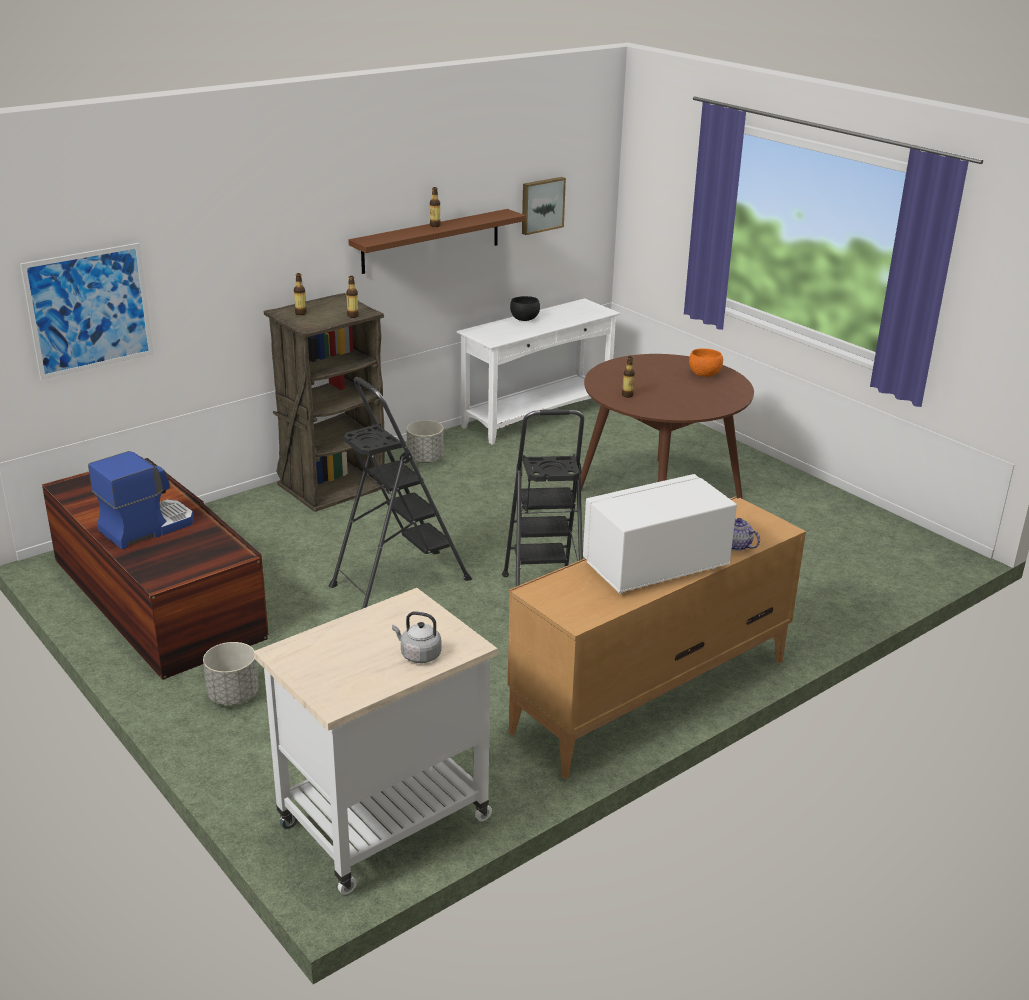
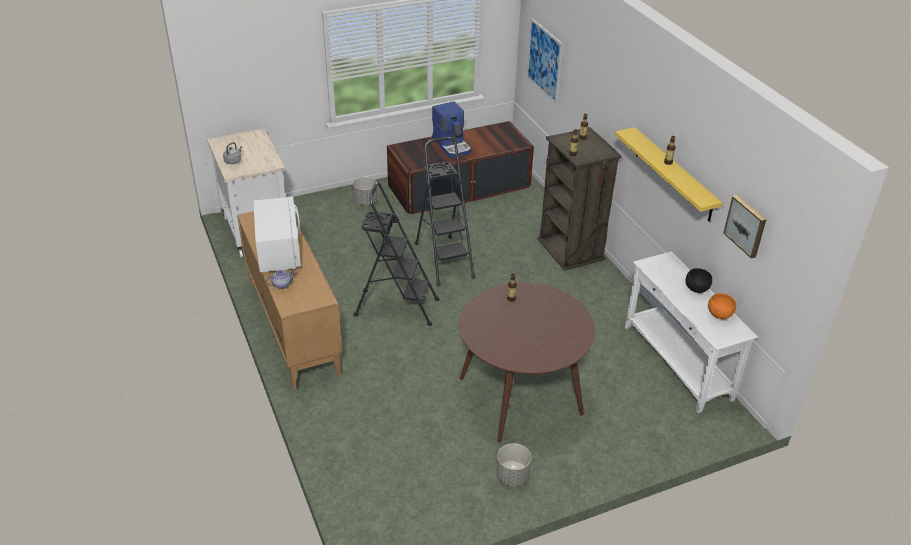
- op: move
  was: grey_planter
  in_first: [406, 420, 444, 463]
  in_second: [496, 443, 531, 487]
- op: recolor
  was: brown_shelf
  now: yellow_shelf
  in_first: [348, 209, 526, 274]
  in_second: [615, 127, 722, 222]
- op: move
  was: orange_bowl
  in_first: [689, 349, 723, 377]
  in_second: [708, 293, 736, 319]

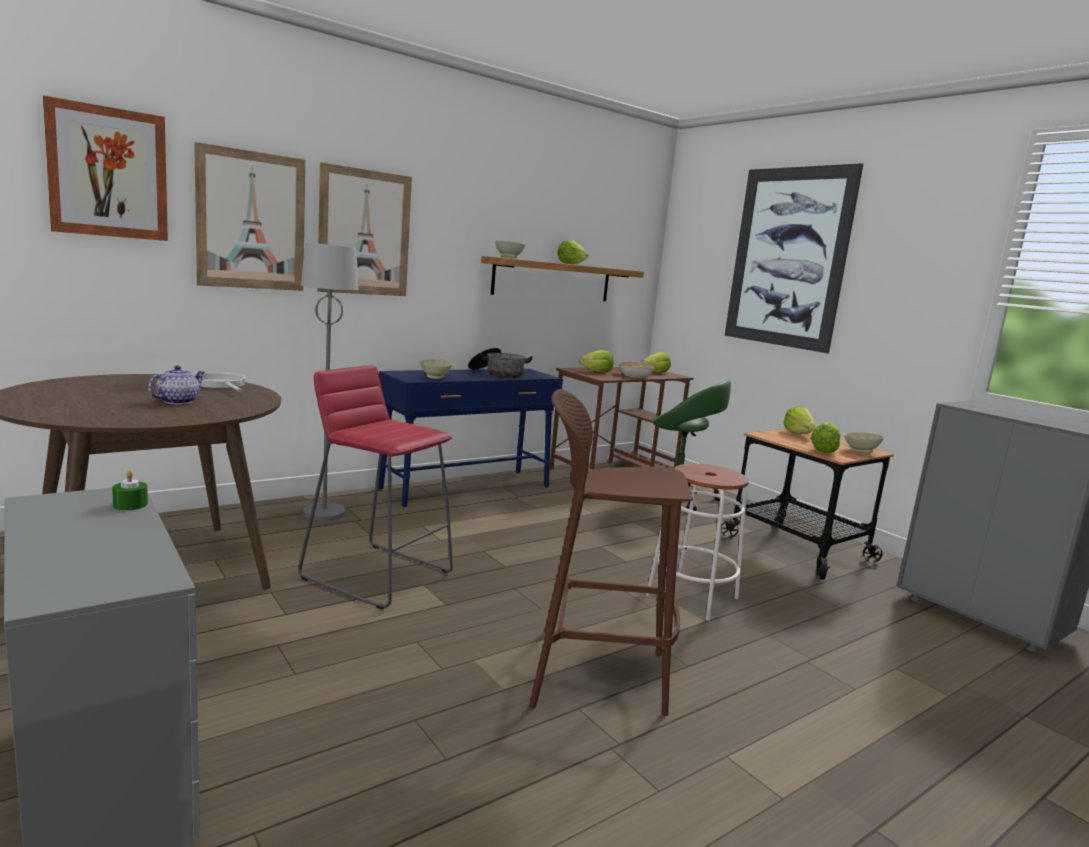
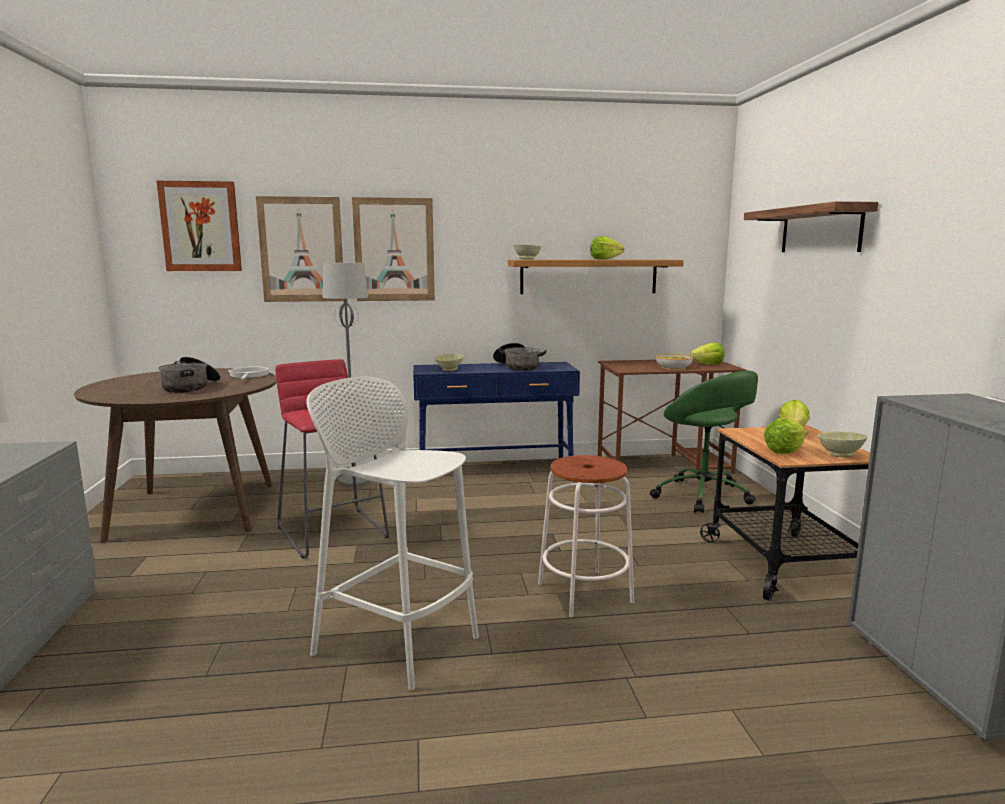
- op: replace
  was: teapot
  now: cooking_pot
  in_first: [148, 365, 205, 404]
  in_second: [158, 357, 221, 393]
- op: recolor
  was: brown_stool
  now: white_stool
  in_first: [529, 389, 693, 716]
  in_second: [306, 377, 479, 690]
- op: replace
  was: picture
  now: shelf
  in_first: [725, 163, 863, 353]
  in_second: [744, 201, 879, 252]
- op: delete
  was: green_candle
  in_first: [112, 470, 148, 510]
- op: delete
  was: lettuce
  in_first: [579, 350, 614, 372]

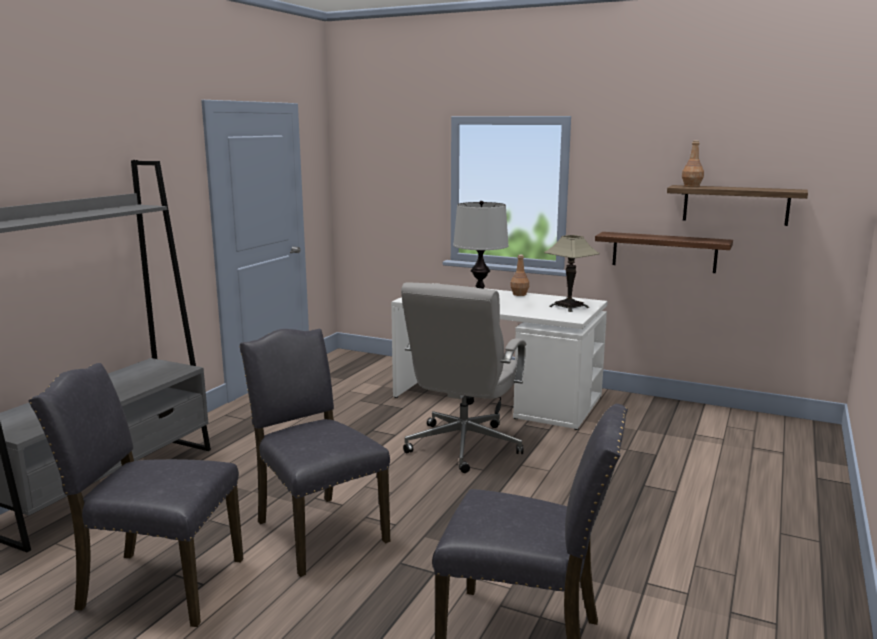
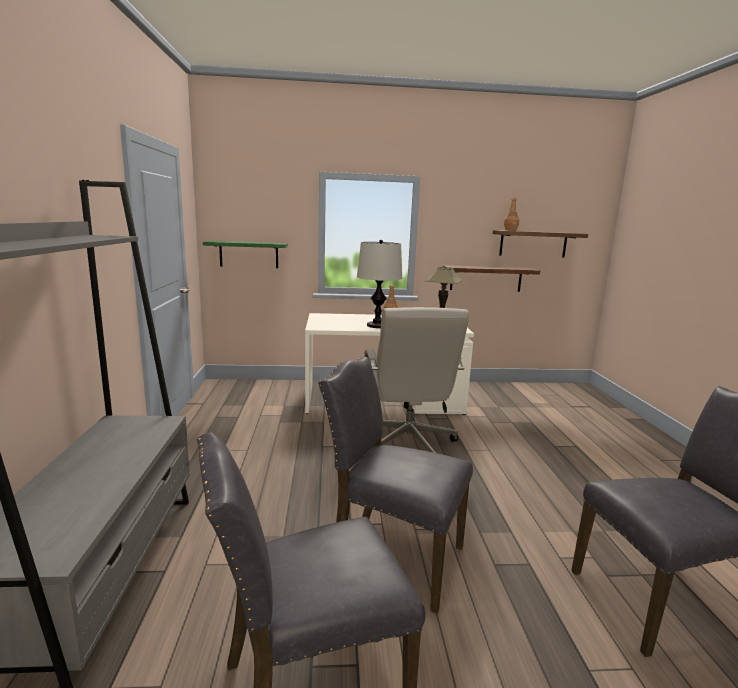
- op: insert
  now: green_shelf
  in_second: [203, 241, 288, 268]

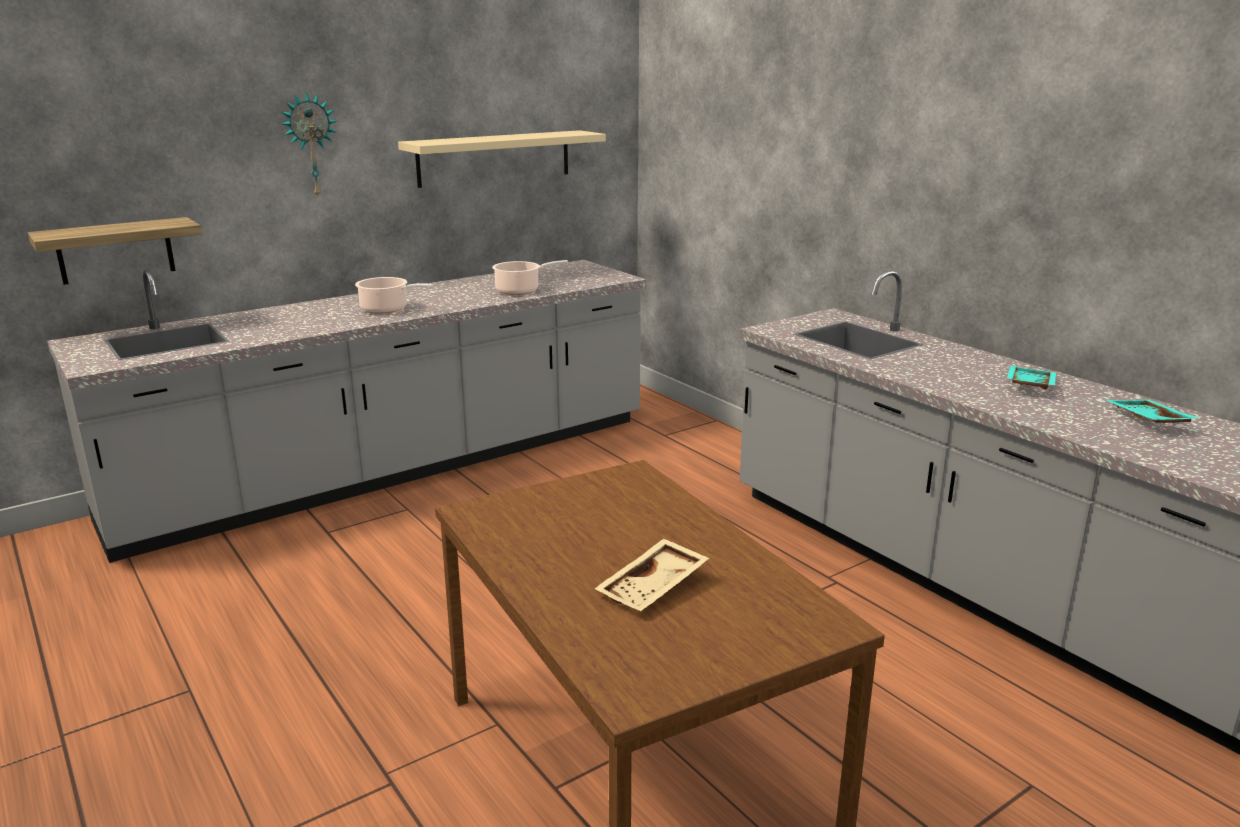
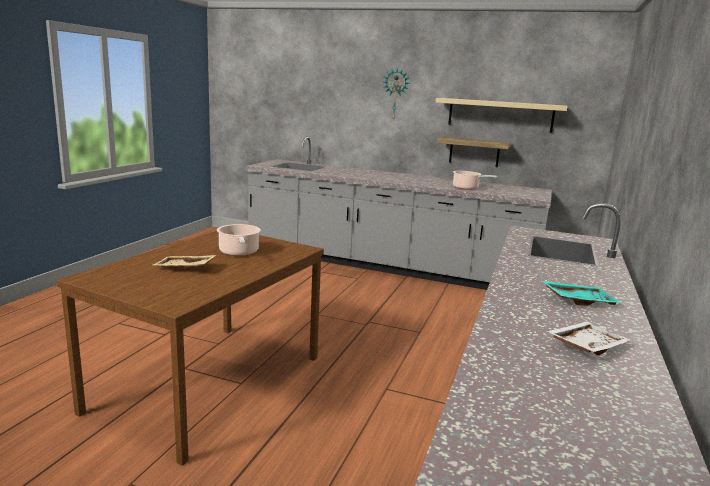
- op: move
  was: cooking_pot
  in_first: [355, 277, 433, 314]
  in_second: [217, 224, 261, 256]
- op: move
  was: shelf
  in_first: [28, 217, 202, 285]
  in_second: [437, 137, 511, 167]
- op: recolor
  was: turquoise_tray
  now: white_tray
  in_first: [1107, 400, 1201, 423]
  in_second: [546, 321, 632, 355]

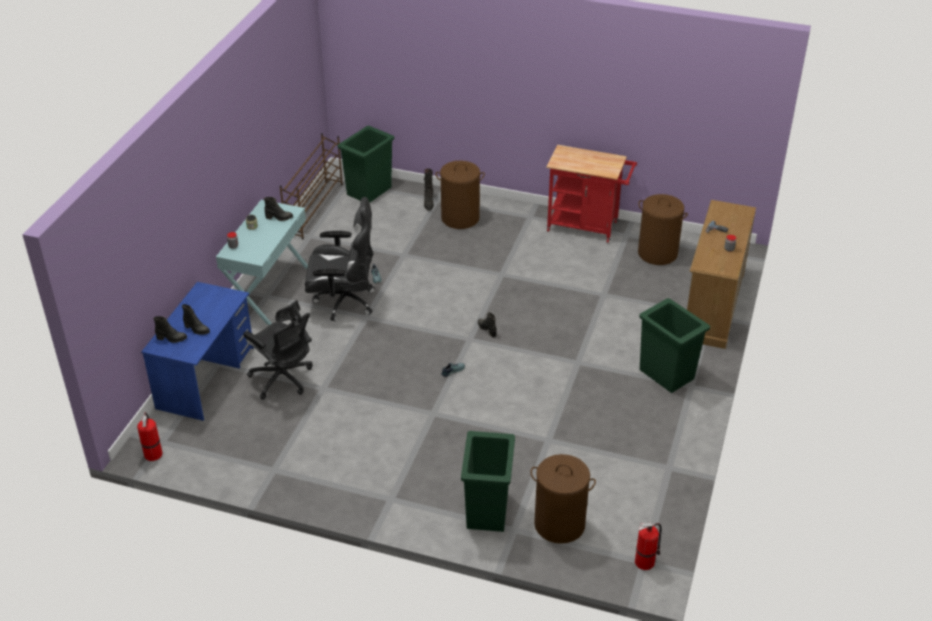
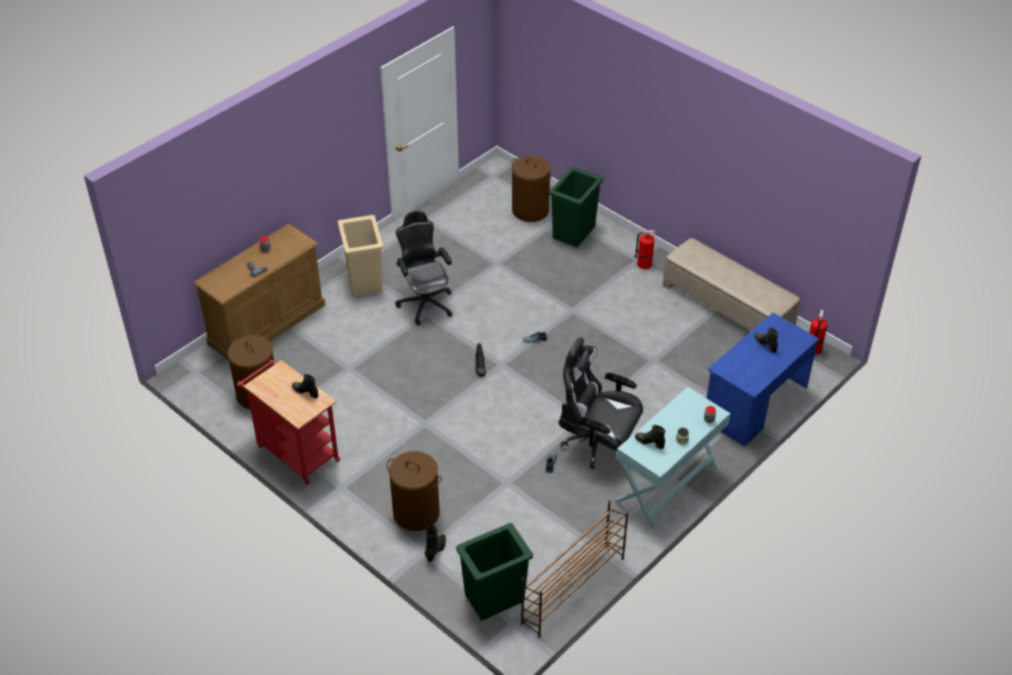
- op: move
  was: black_boot
  in_first: [153, 316, 187, 343]
  in_second: [292, 374, 318, 399]
- op: recolor
  was: green_trash_can
  now: beige_trash_can
  in_first: [639, 298, 710, 393]
  in_second: [338, 215, 383, 296]
- op: move
  was: office_chair
  in_first: [243, 300, 313, 400]
  in_second: [395, 210, 452, 325]
- op: move
  was: fire_extinguisher
  in_first: [635, 523, 662, 570]
  in_second: [634, 230, 656, 269]
- op: insert
  now: beige_bench
  in_second: [663, 238, 800, 331]

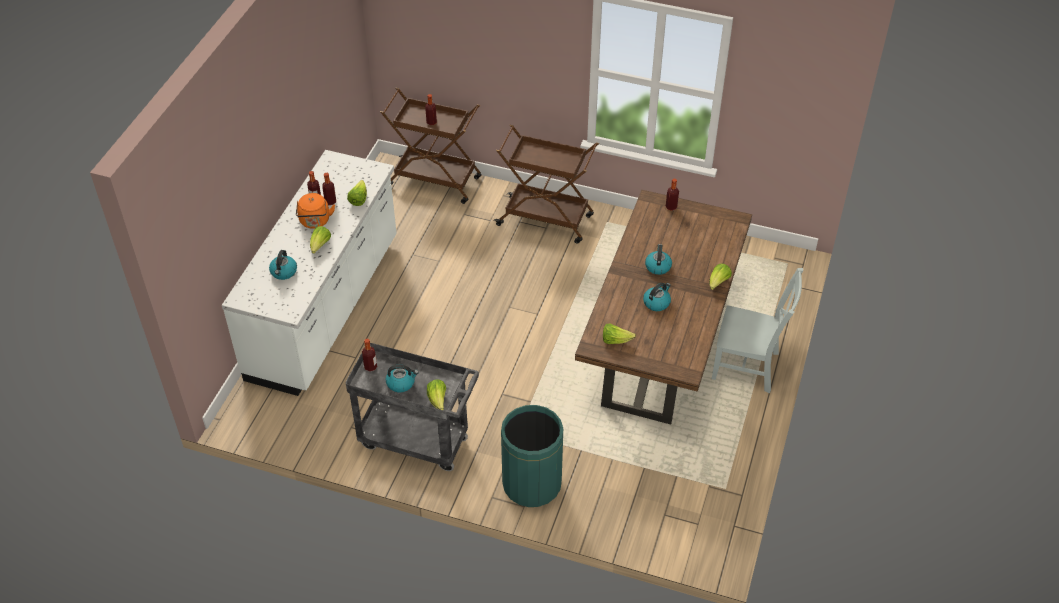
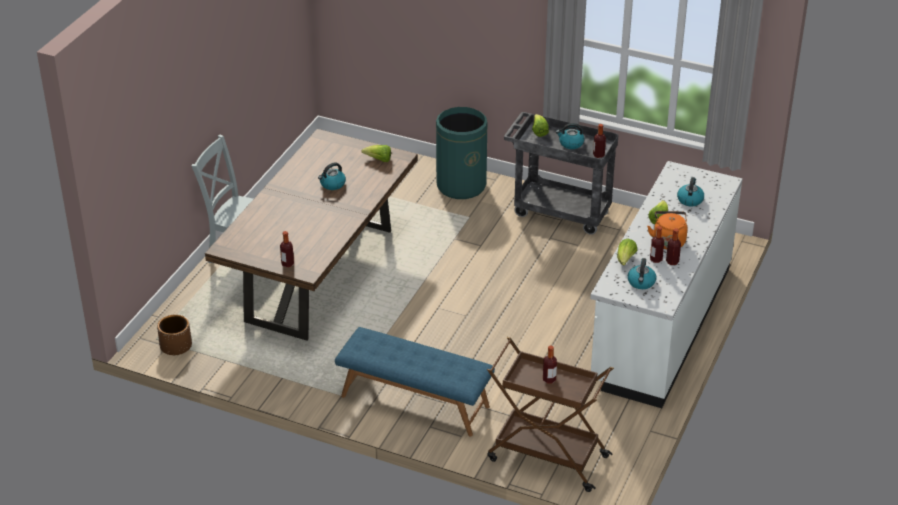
- op: insert
  now: brown_planter
  in_second: [157, 315, 192, 355]
- op: replace
  was: brown_cart
  now: blue_bench
  in_first: [494, 125, 599, 244]
  in_second: [335, 327, 495, 436]
- op: move
  was: kettle
  in_first: [645, 244, 672, 275]
  in_second: [628, 258, 656, 289]
- op: delete
  was: lettuce
  in_first: [709, 264, 732, 290]

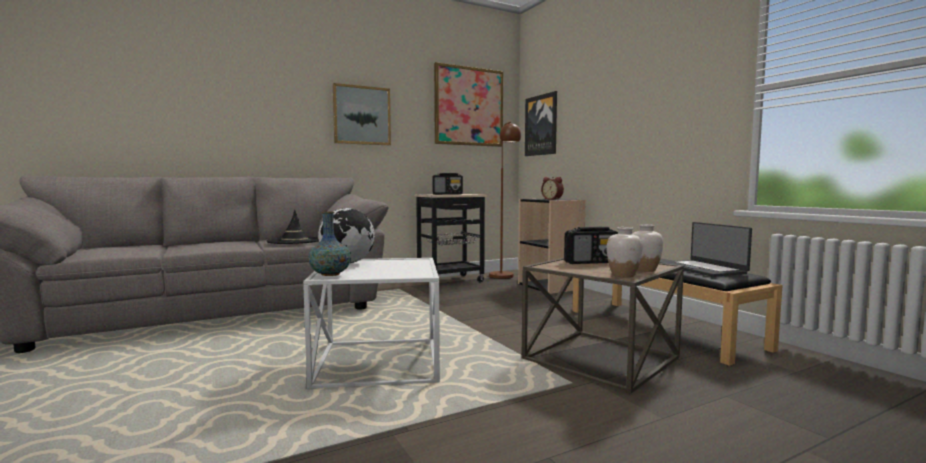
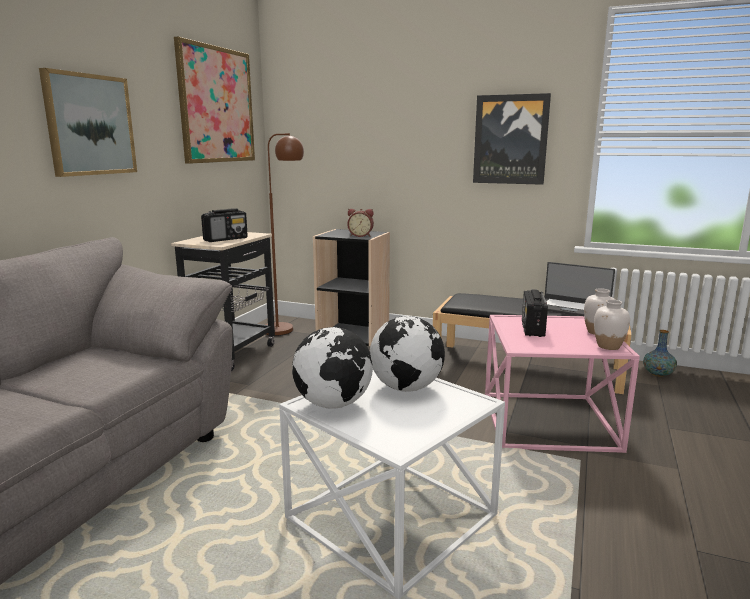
- op: insert
  now: globe
  in_second: [370, 316, 445, 392]
- op: move
  was: picture
  in_first: [525, 91, 557, 156]
  in_second: [473, 93, 551, 185]
- op: recolor
  was: brown_side_table
  now: pink_side_table
  in_first: [521, 258, 684, 394]
  in_second: [485, 315, 640, 453]
- op: rotate
  was: radio
  in_first: [564, 227, 618, 264]
  in_second: [522, 289, 548, 337]
  clockwise: 150
- op: move
  was: vase
  in_first: [308, 212, 351, 276]
  in_second: [643, 330, 677, 377]
- op: delete
  was: black_hat
  in_first: [267, 210, 319, 244]

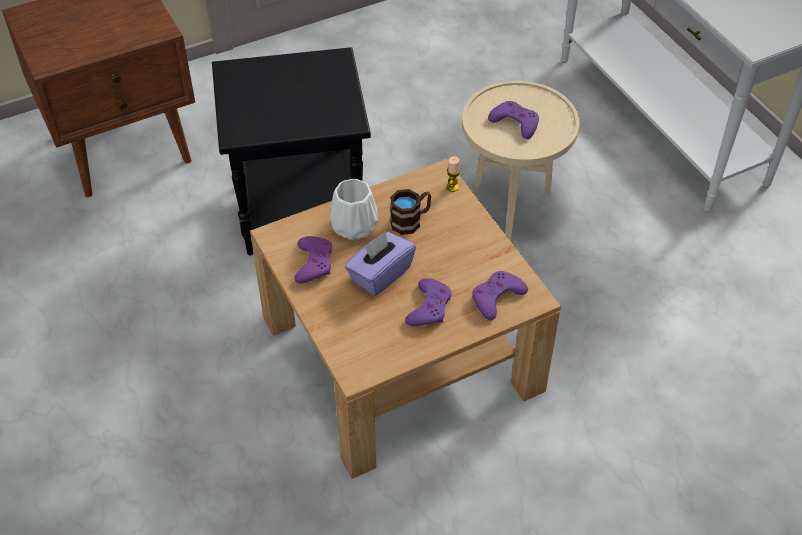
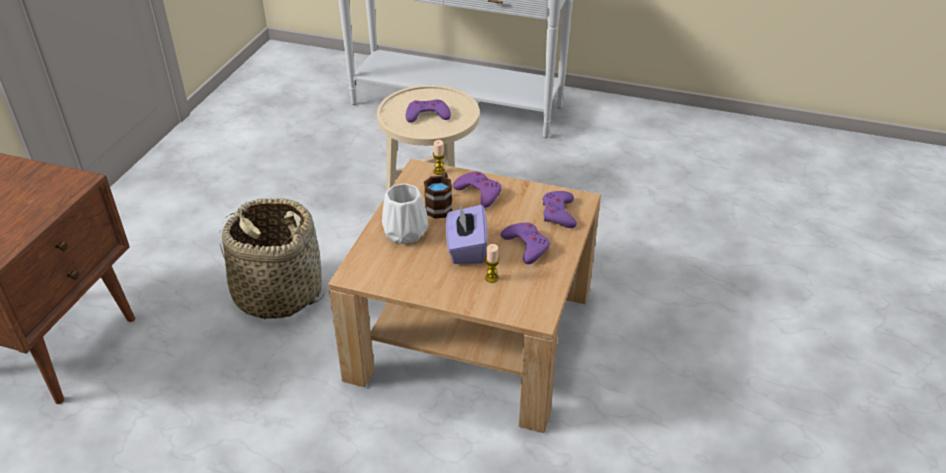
- op: replace
  was: black_side_table
  now: basket
  in_first: [212, 47, 371, 255]
  in_second: [220, 198, 324, 319]
- op: move
  was: purple_game_controller
  in_first: [294, 236, 332, 284]
  in_second: [453, 171, 501, 207]
- op: insert
  now: candle
  in_second: [485, 244, 499, 283]

